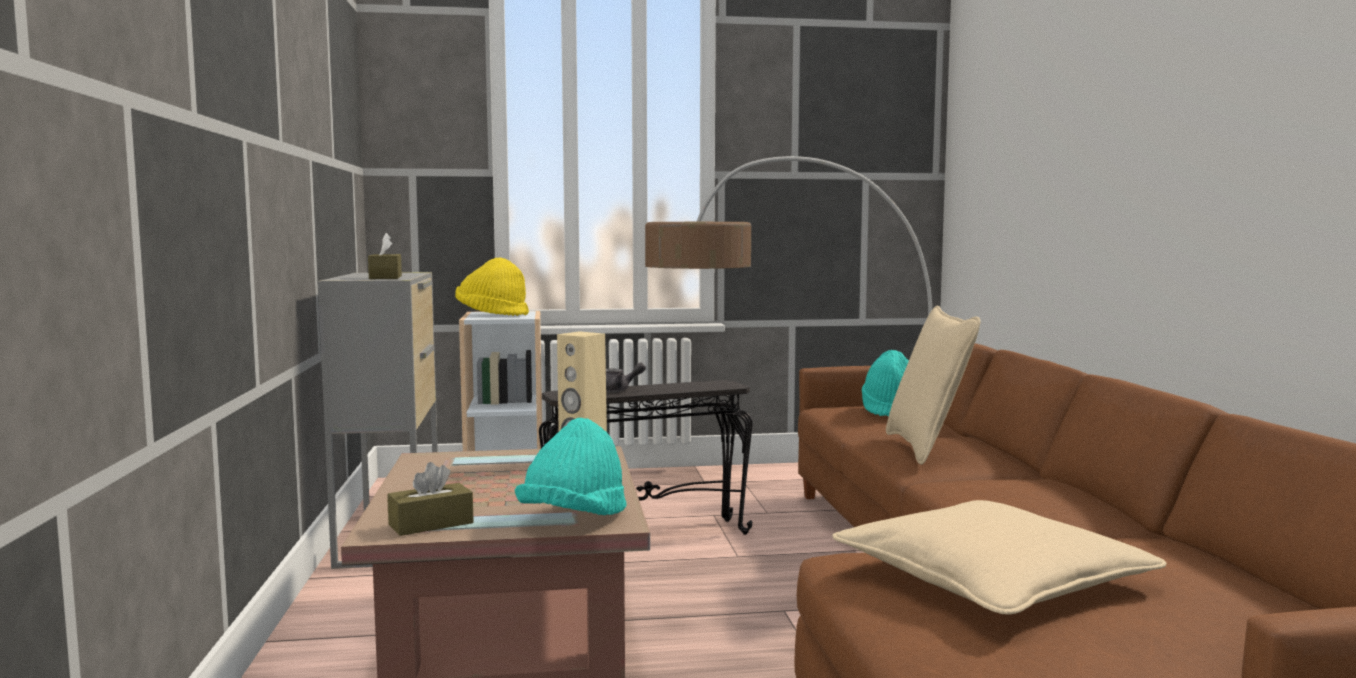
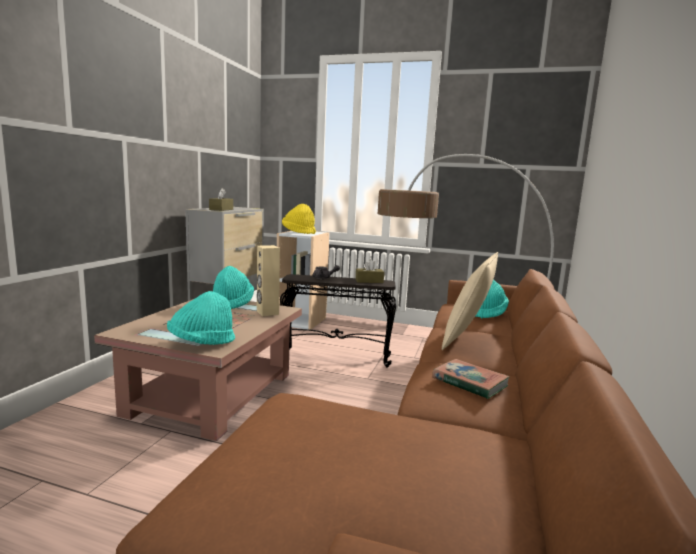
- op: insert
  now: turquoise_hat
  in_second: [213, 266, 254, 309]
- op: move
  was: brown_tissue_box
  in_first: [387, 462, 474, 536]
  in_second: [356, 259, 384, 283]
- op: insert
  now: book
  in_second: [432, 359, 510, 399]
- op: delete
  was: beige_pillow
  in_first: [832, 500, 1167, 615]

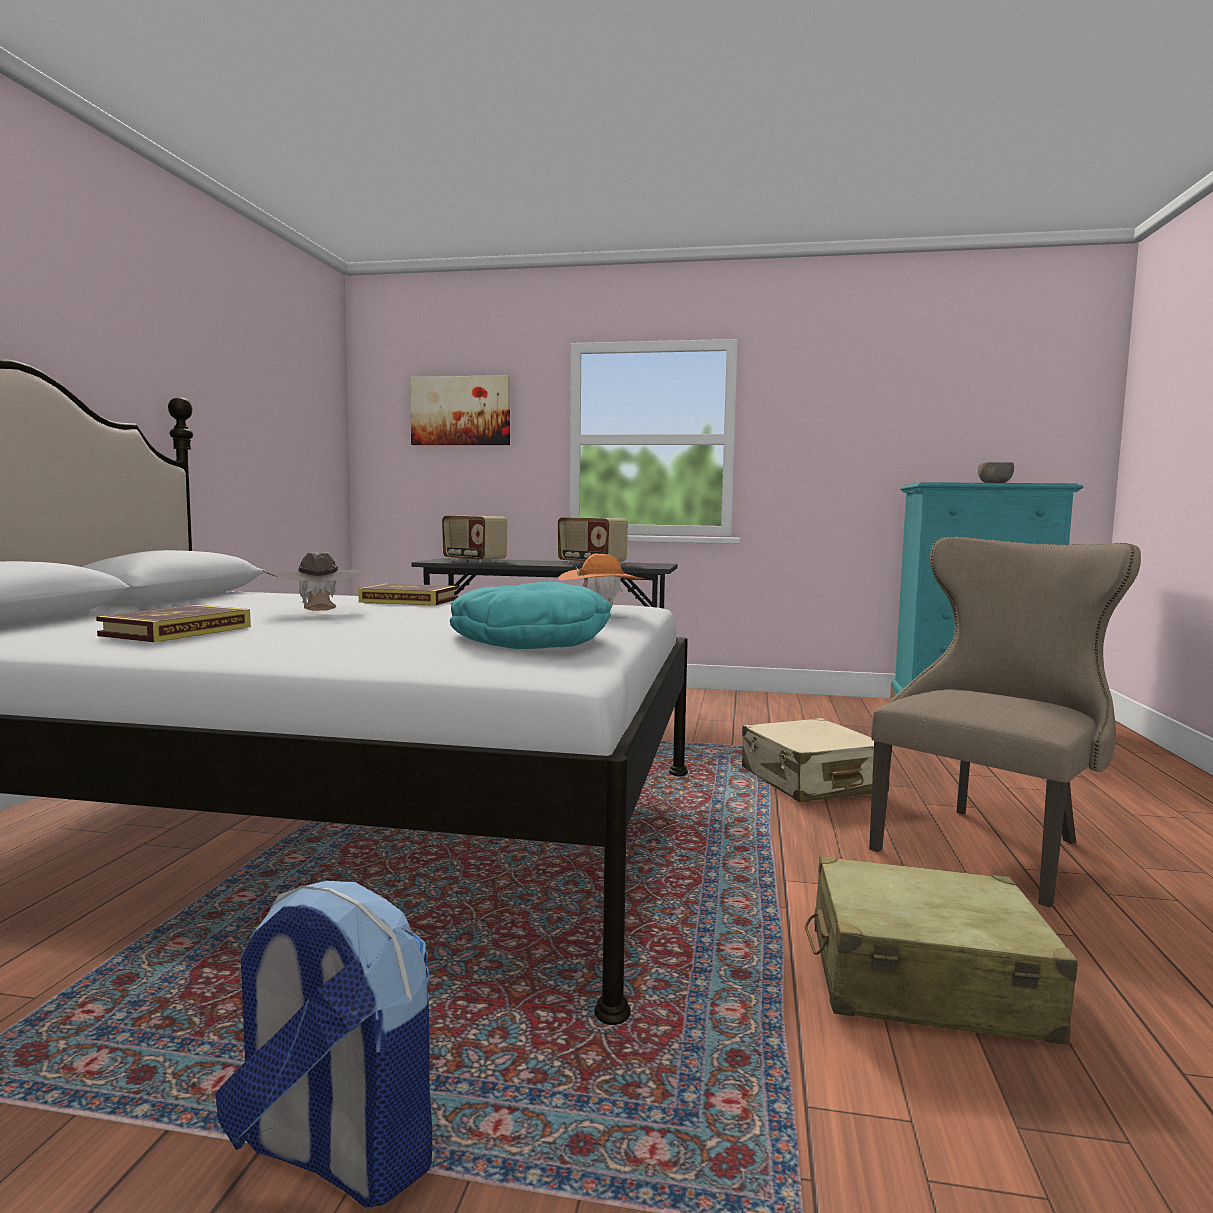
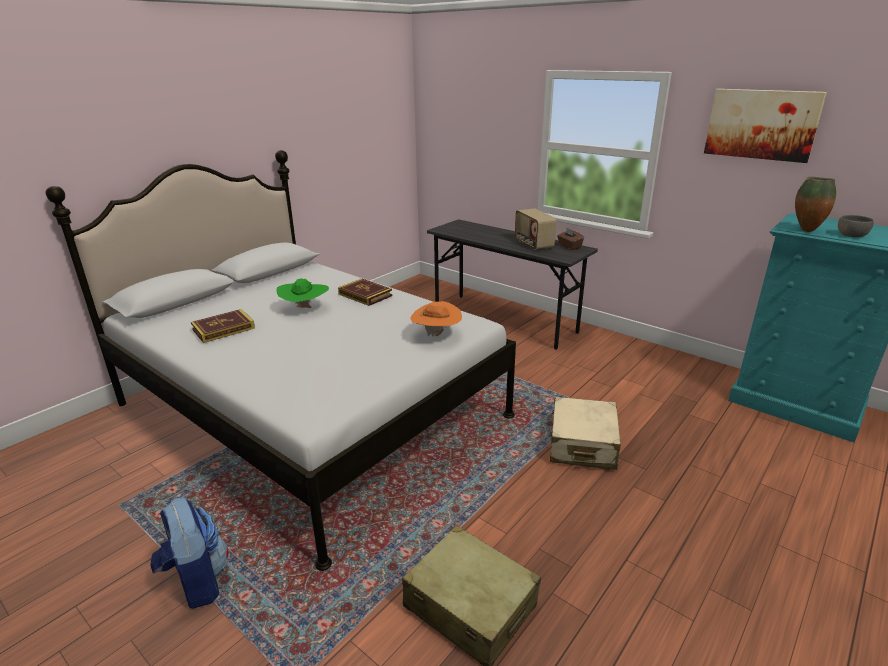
- op: recolor
  was: brown_hat
  now: green_hat
  in_first: [263, 552, 371, 611]
  in_second: [276, 278, 329, 308]
- op: insert
  now: brown_tissue_box
  in_second: [557, 228, 584, 250]
- op: move
  was: picture
  in_first: [410, 375, 510, 445]
  in_second: [704, 89, 827, 163]
- op: insert
  now: vase
  in_second: [795, 177, 836, 232]
- op: delete
  was: radio
  in_first: [442, 516, 507, 563]
- op: delete
  was: turquoise_pillow
  in_first: [450, 582, 611, 649]
- op: delete
  was: beige_chair
  in_first: [869, 537, 1141, 908]

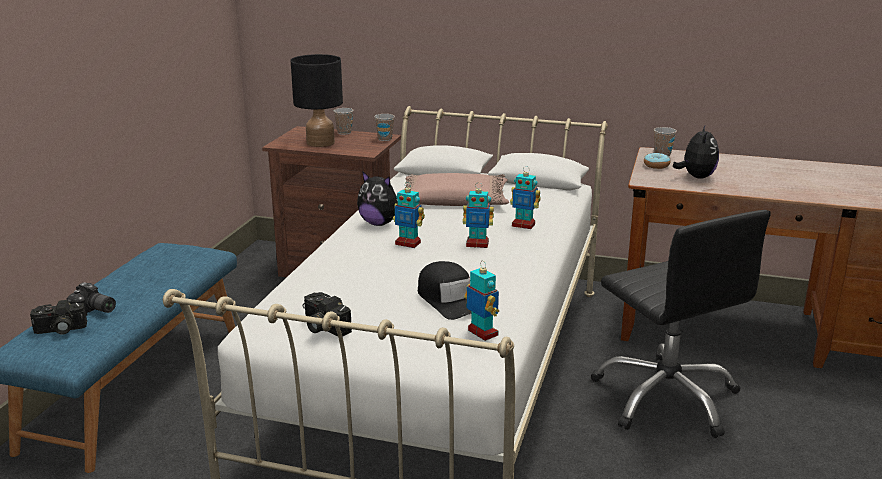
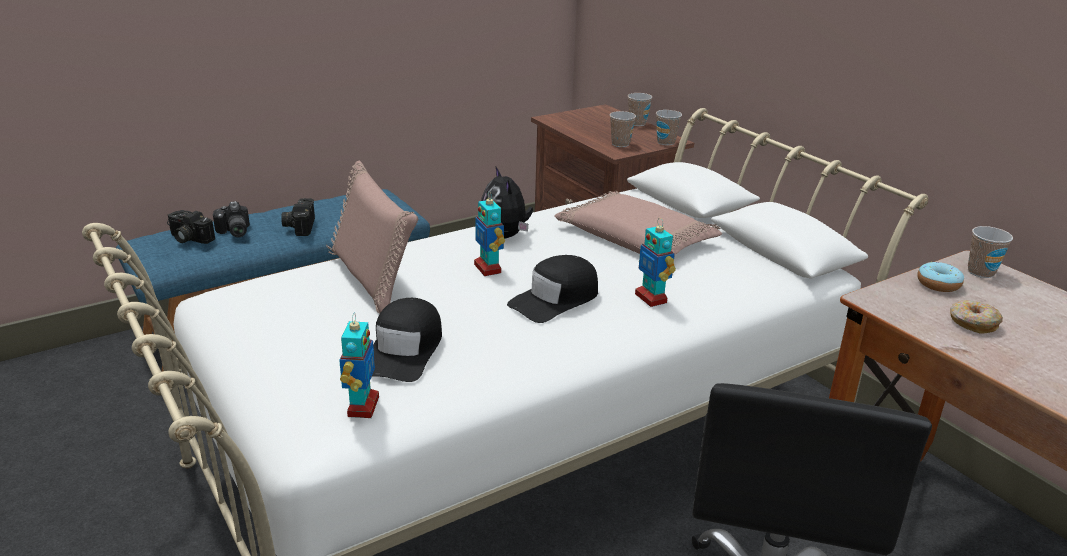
- op: move
  was: photo_camera
  in_first: [303, 292, 352, 337]
  in_second: [281, 198, 315, 236]
- op: insert
  now: beige_pillow
  in_second: [326, 161, 418, 314]
- op: replace
  was: toy_robot
  now: black_cap
  in_first: [463, 183, 494, 248]
  in_second: [507, 255, 598, 323]
- op: insert
  now: cup
  in_second: [610, 111, 636, 147]
- op: replace
  was: plush_toy
  now: donut
  in_first: [673, 124, 719, 179]
  in_second: [950, 300, 1003, 334]
- op: delete
  was: black_table_lamp
  in_first: [291, 54, 343, 147]

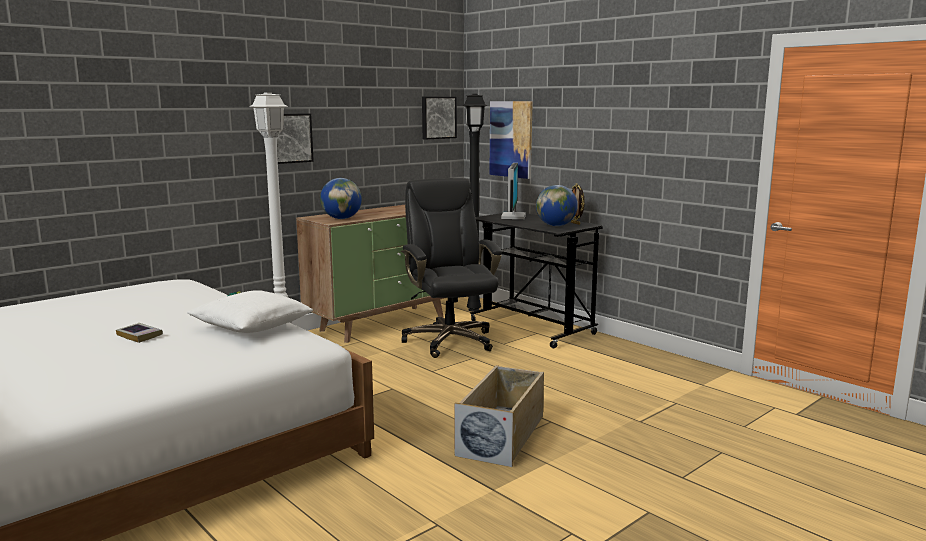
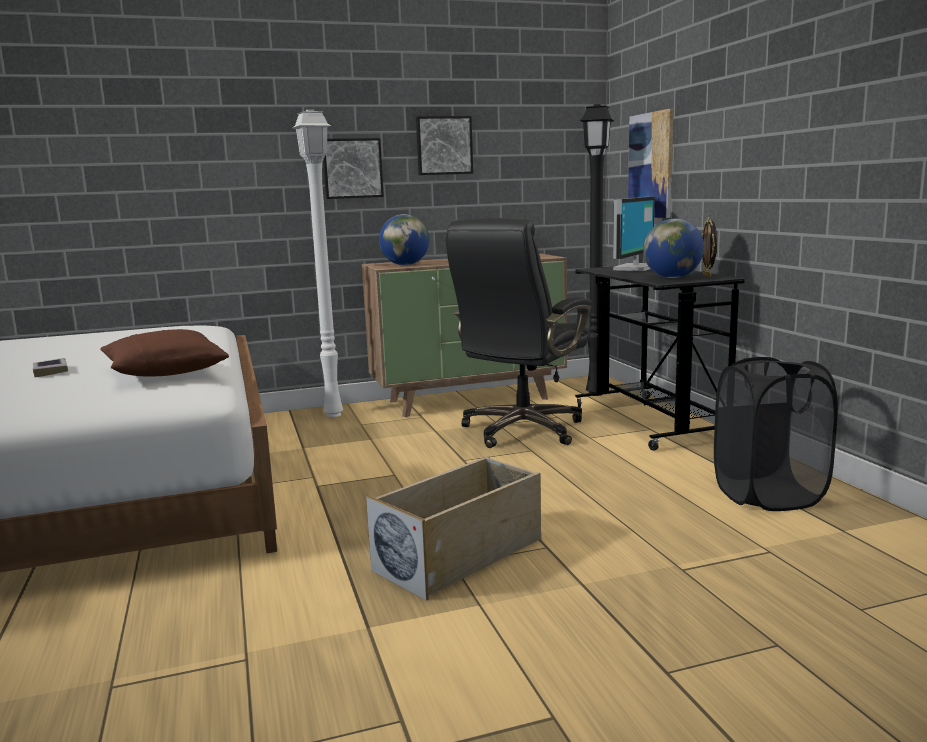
- op: recolor
  was: white_pillow
  now: brown_pillow
  in_first: [187, 290, 313, 333]
  in_second: [100, 329, 229, 377]
- op: move
  was: picture
  in_first: [422, 97, 457, 140]
  in_second: [416, 116, 473, 175]
- op: rotate
  was: black_office_chair
  in_first: [401, 178, 502, 358]
  in_second: [446, 218, 592, 448]
  clockwise: -150
- op: insert
  now: black_laundry_basket
  in_second: [714, 357, 838, 511]

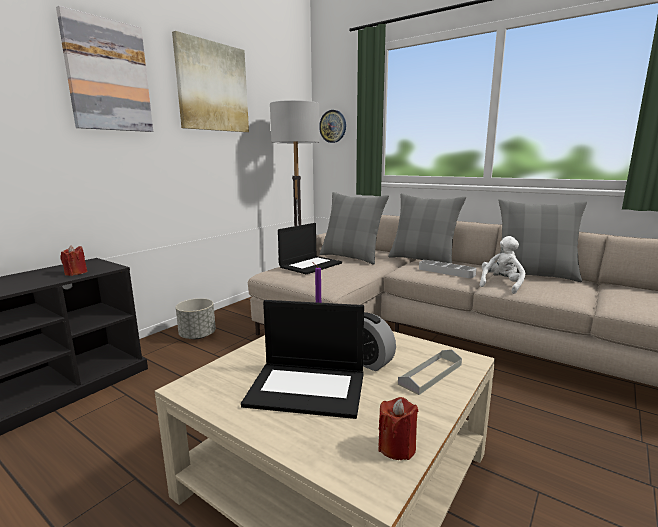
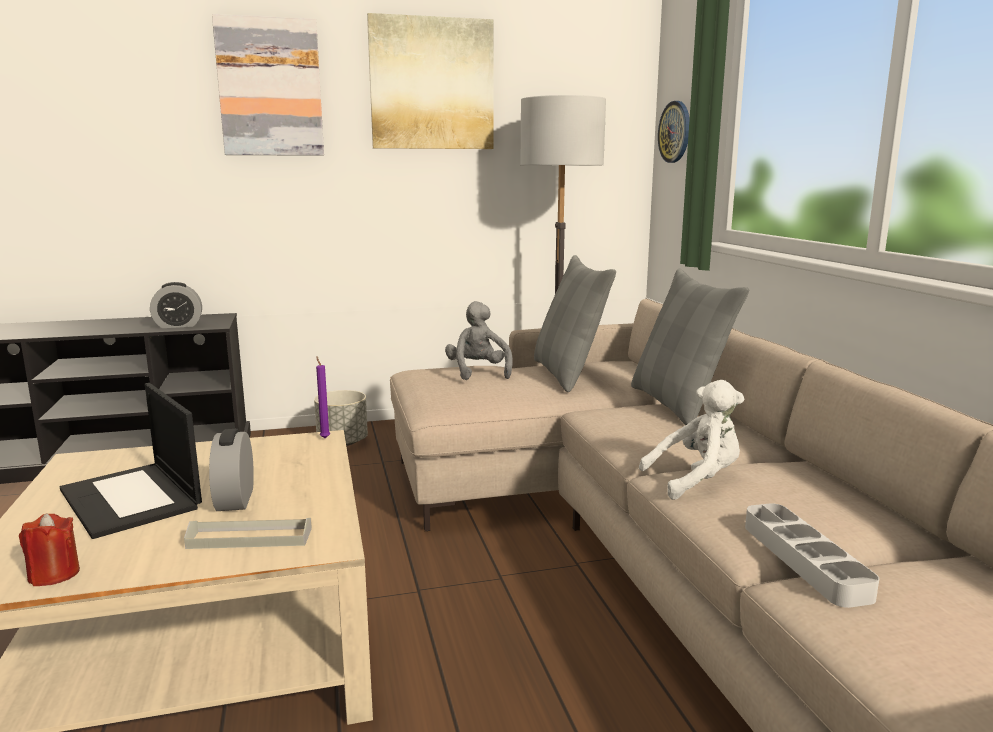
- op: replace
  was: red_candle
  now: alarm_clock
  in_first: [61, 245, 87, 276]
  in_second: [150, 282, 202, 328]
- op: replace
  was: laptop
  now: grey_plush_toy
  in_first: [278, 223, 342, 274]
  in_second: [445, 301, 513, 380]
- op: move
  was: grey_tray
  in_first: [419, 260, 476, 278]
  in_second: [745, 503, 879, 608]
- op: delete
  was: grey_pillow
  in_first: [493, 199, 587, 282]

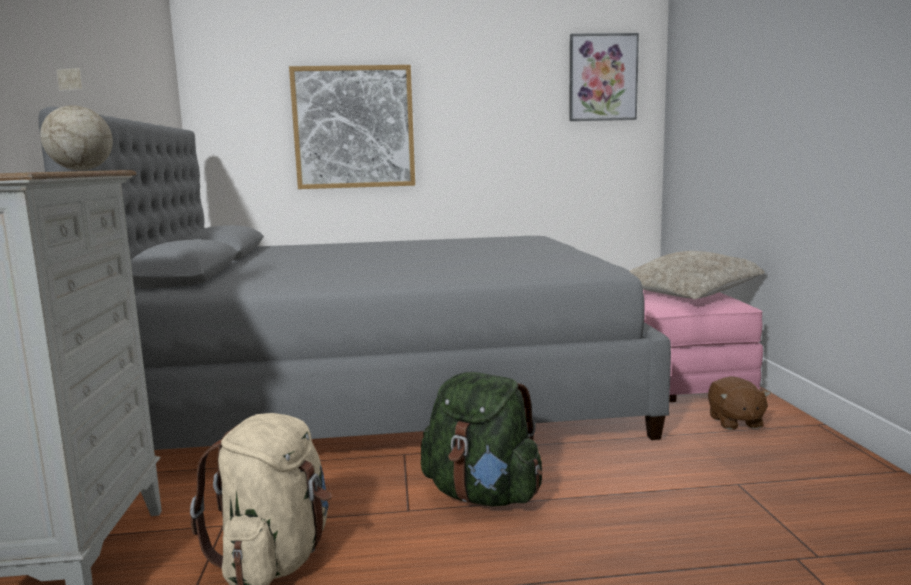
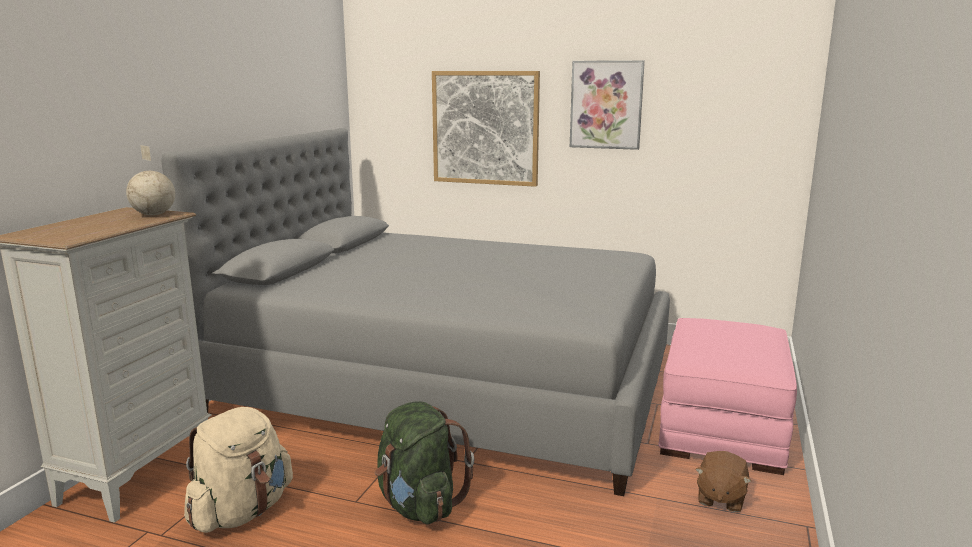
- op: move
  was: picture
  in_first: [569, 33, 639, 121]
  in_second: [570, 60, 645, 150]
- op: delete
  was: beige_pillow
  in_first: [629, 251, 764, 299]

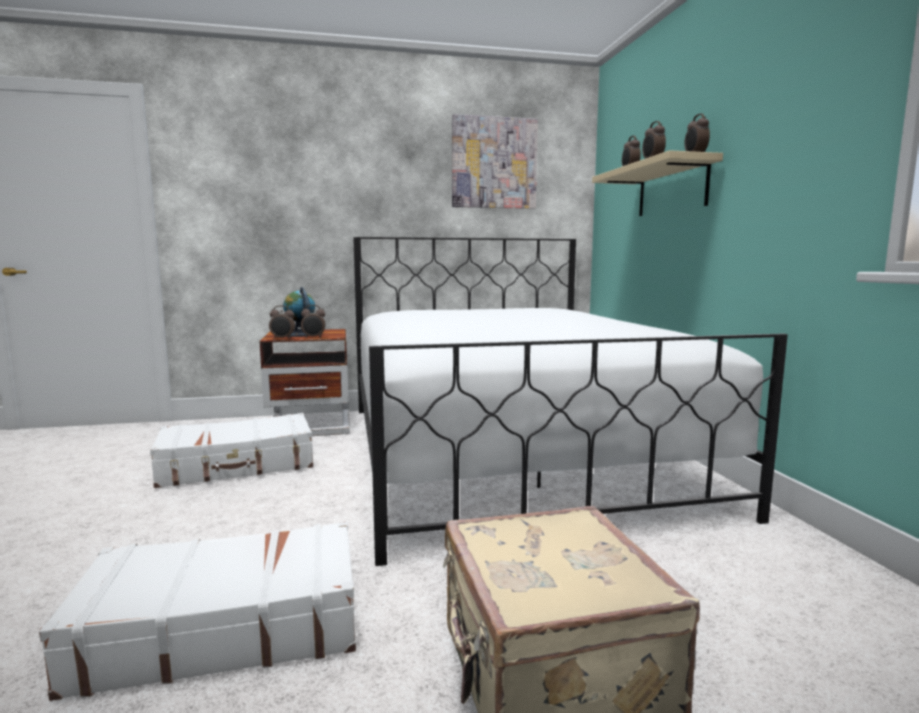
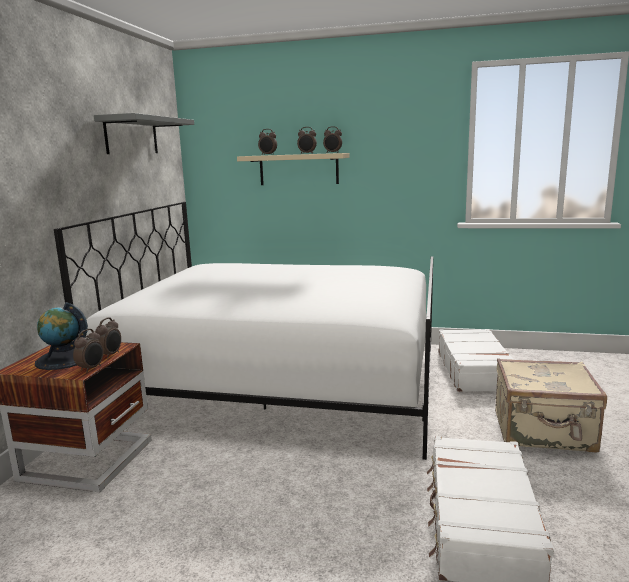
- op: replace
  was: picture
  now: grey_shelf
  in_first: [452, 114, 538, 209]
  in_second: [94, 113, 194, 154]
- op: move
  was: white_suitcase
  in_first: [150, 413, 314, 488]
  in_second: [438, 329, 515, 392]

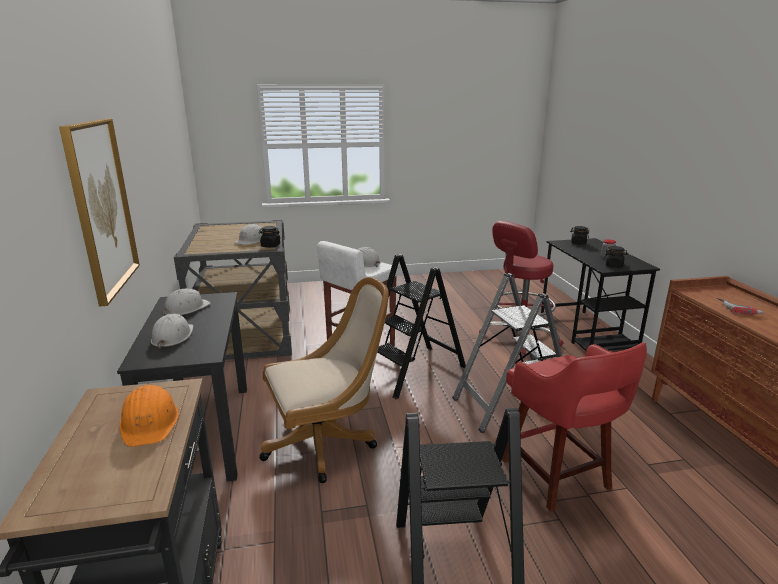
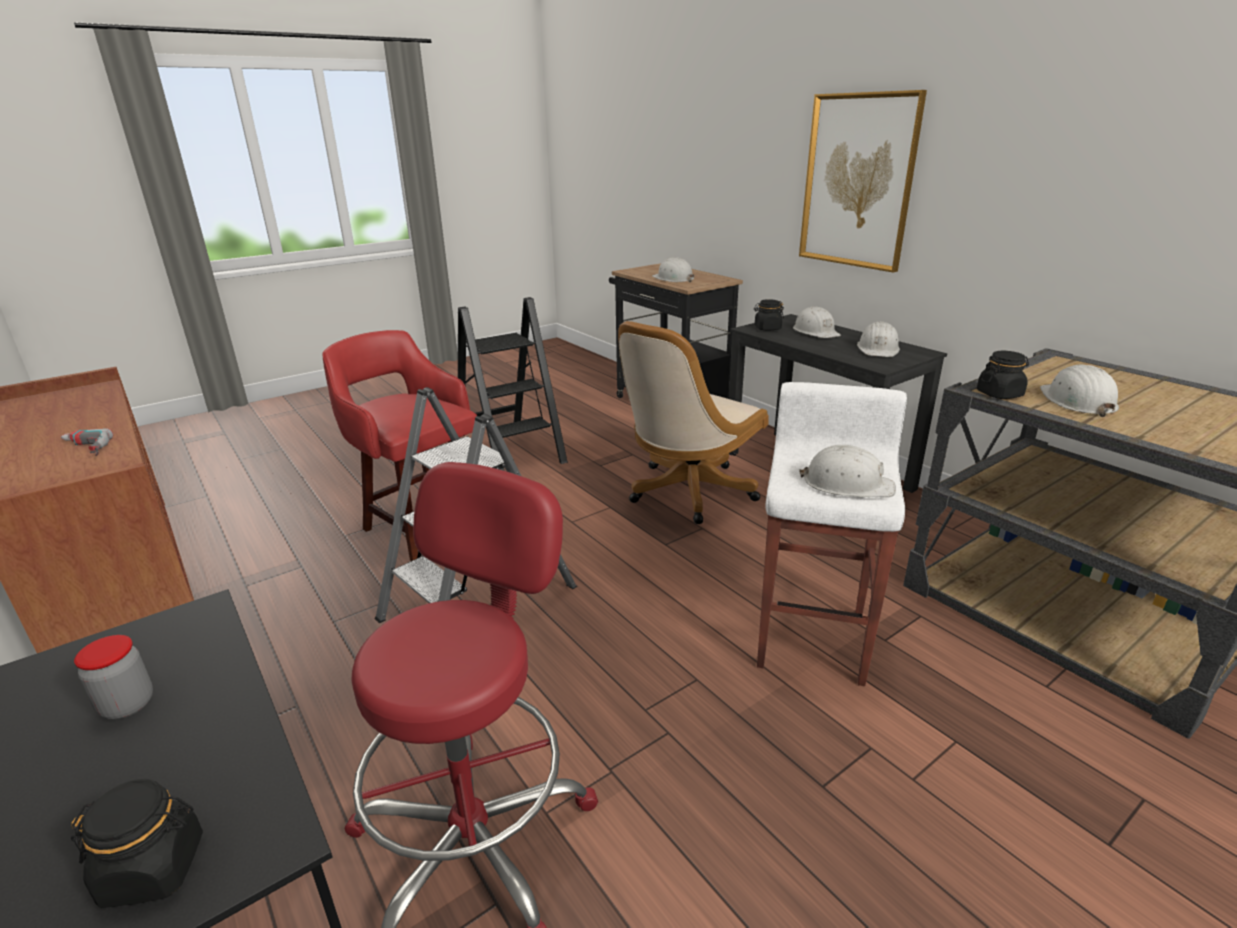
- op: recolor
  was: orange_hard_hat
  now: white_hard_hat
  in_first: [119, 385, 179, 447]
  in_second: [652, 257, 694, 282]
- op: move
  was: black_jar
  in_first: [604, 246, 628, 268]
  in_second: [754, 299, 784, 331]
- op: delete
  was: black_step_ladder
  in_first: [377, 254, 466, 399]

